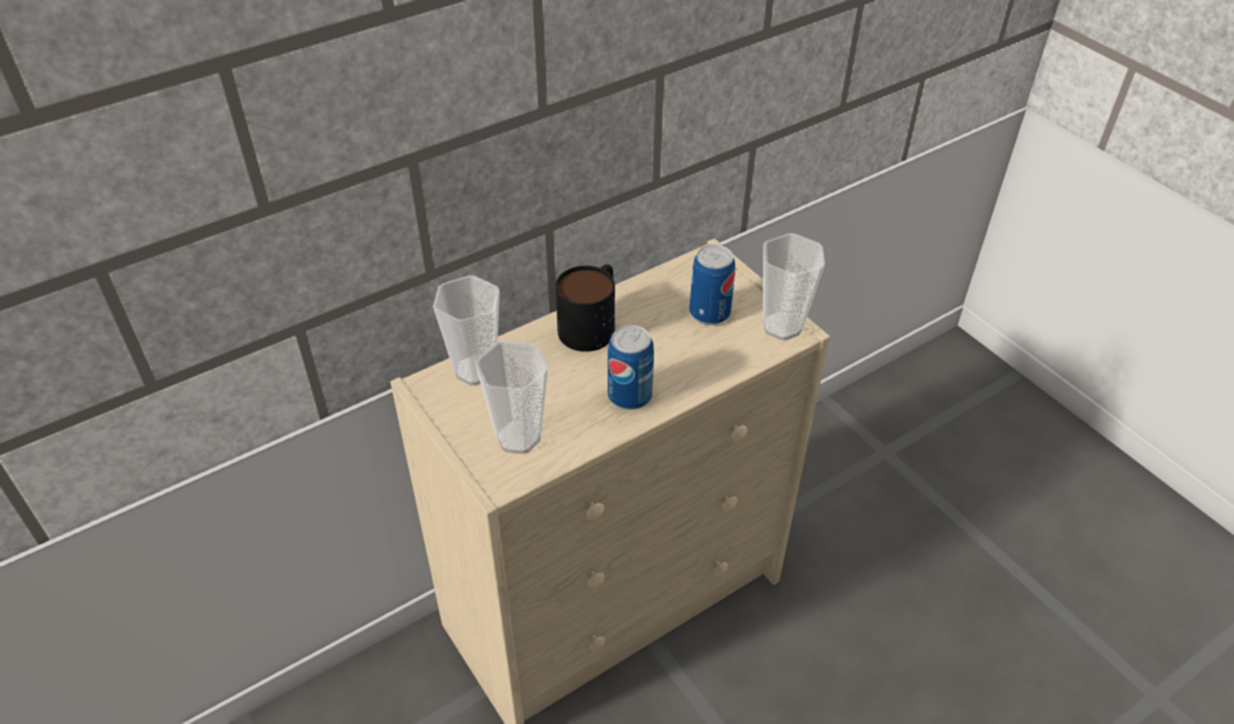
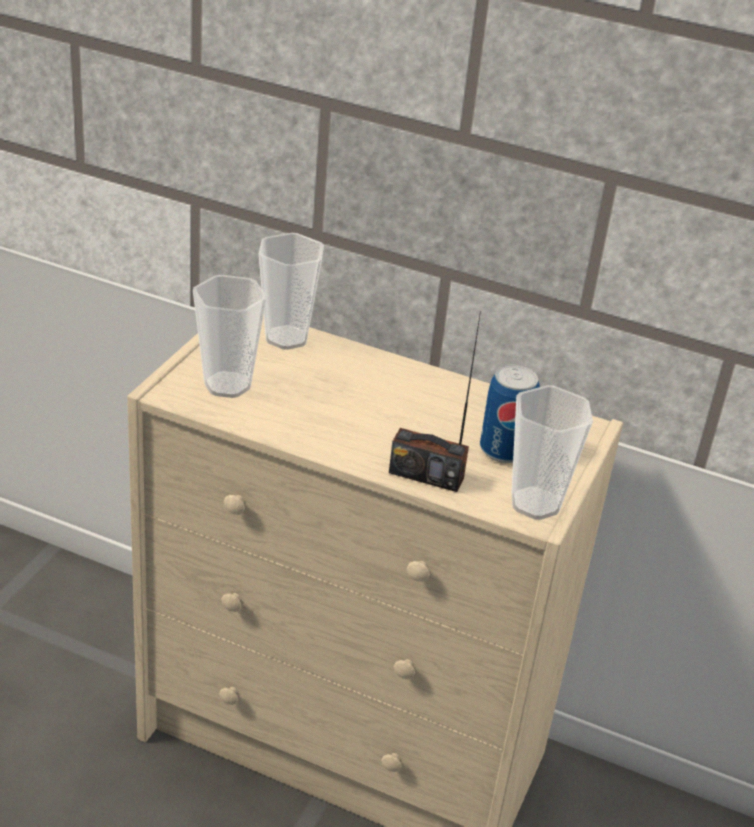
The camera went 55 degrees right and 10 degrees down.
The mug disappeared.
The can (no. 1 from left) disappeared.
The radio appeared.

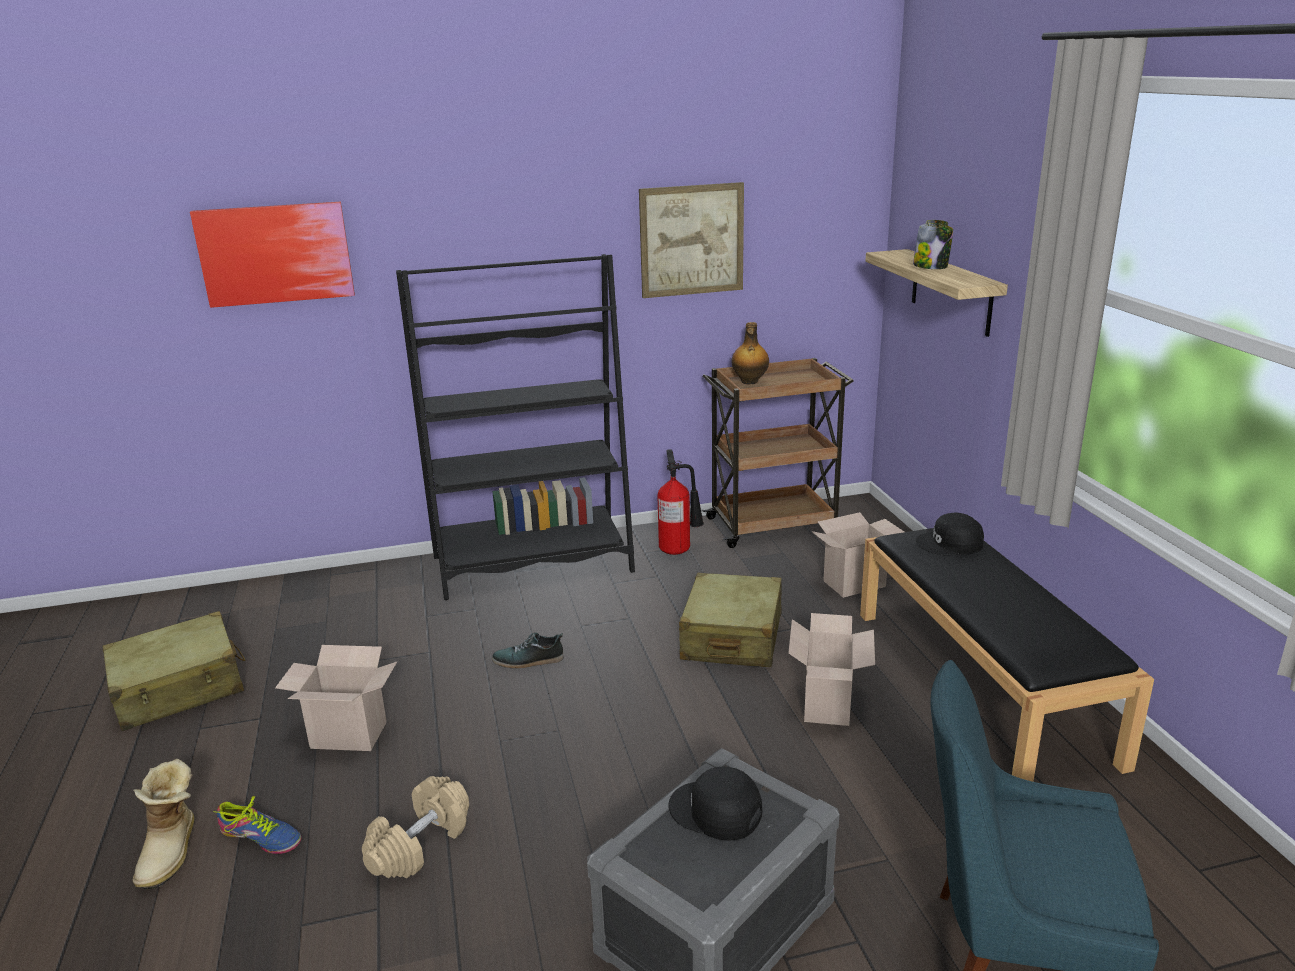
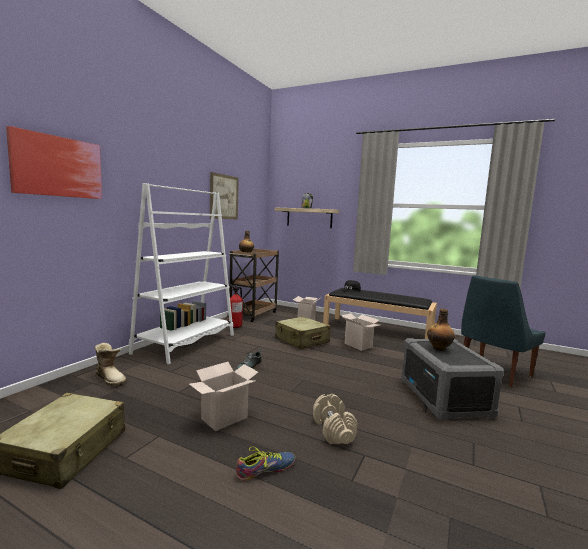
The camera went 50 degrees left and 15 degrees down.
The boot moved.
The cap (black) (no. 1 from left) was replaced by the bottle (no. 2 from left).
The bookcase (black) became the bookcase (white).

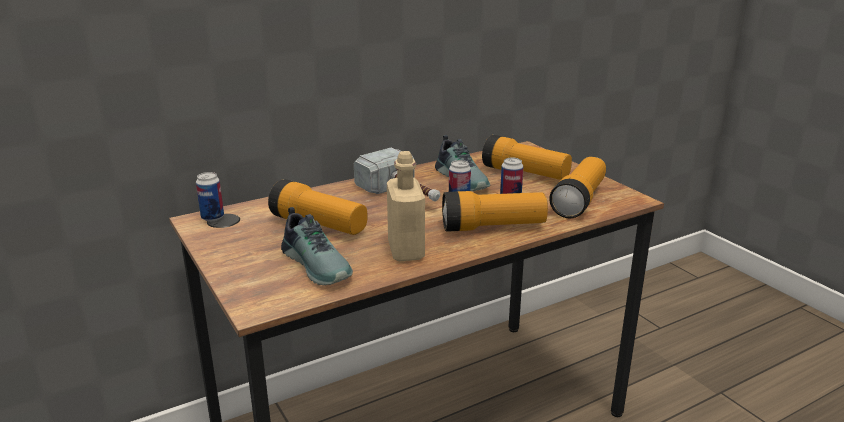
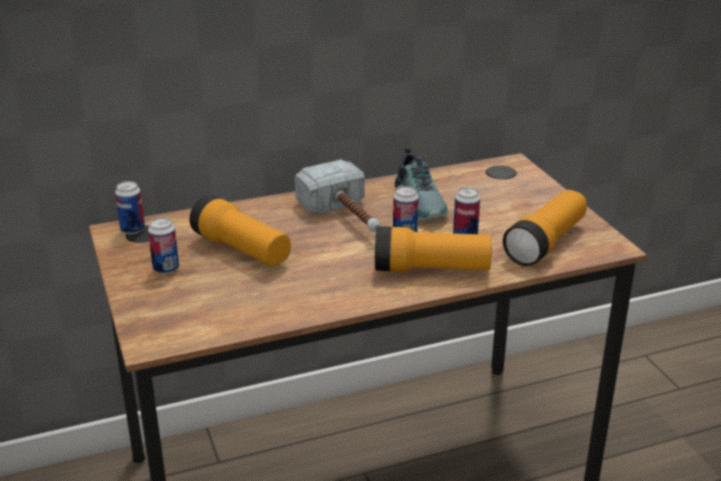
The camera went 10 degrees right and 5 degrees up.
The shoe (no. 1 from left) disappeared.
The bottle (beige) disappeared.
The flashlight (no. 3 from left) disappeared.
The can (no. 2 from left) appeared.

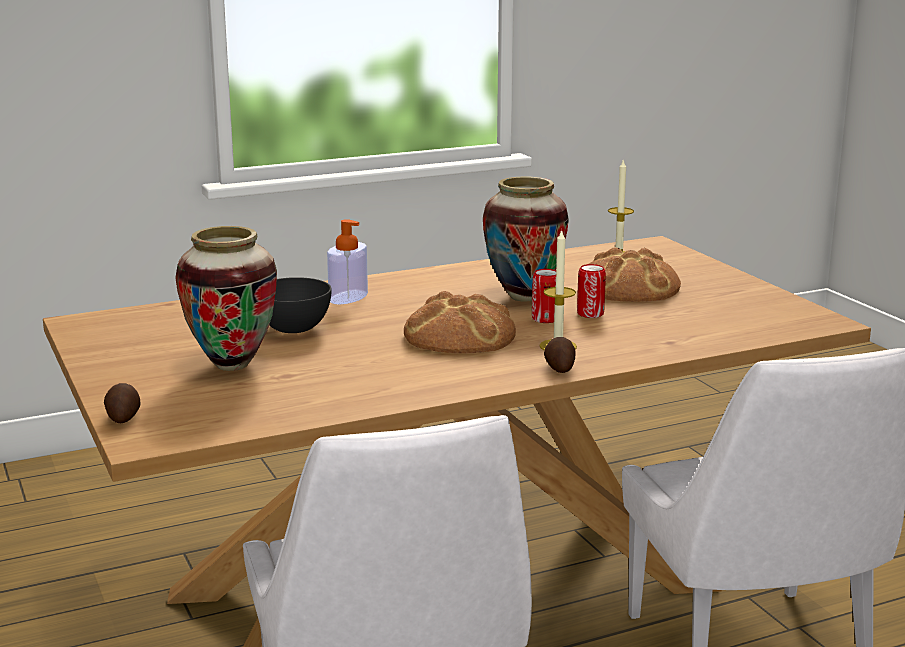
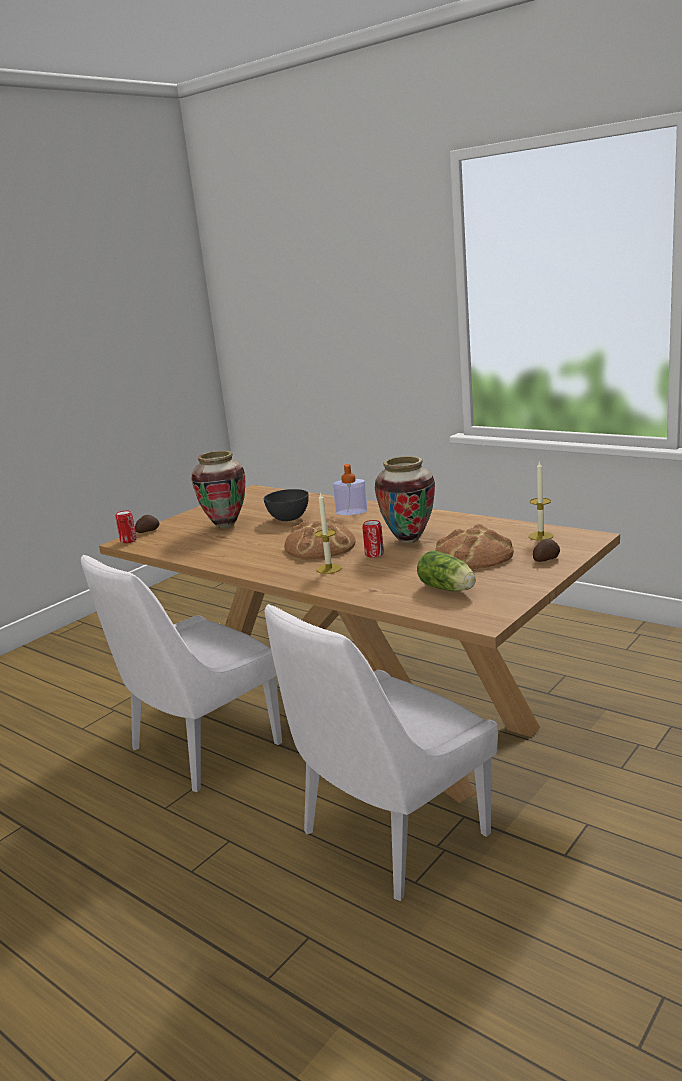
The camera went 65 degrees right and 0 degrees up.
The lettuce appeared.
The potato (no. 2 from left) moved.
The can (no. 2 from left in the first image) moved.

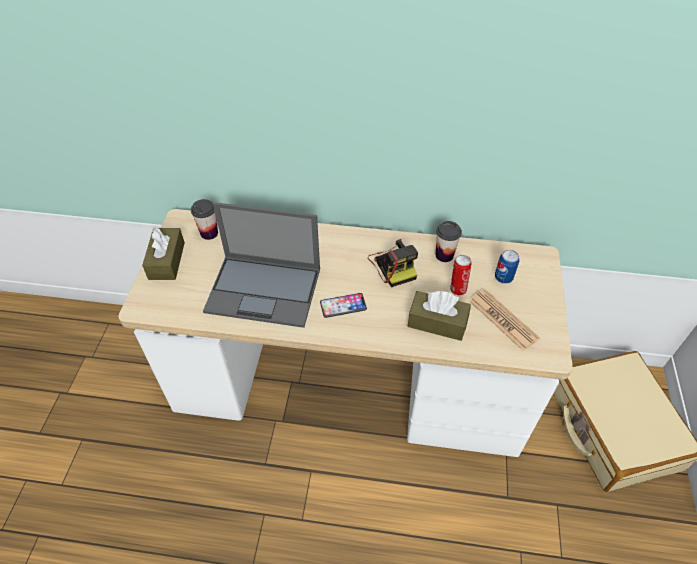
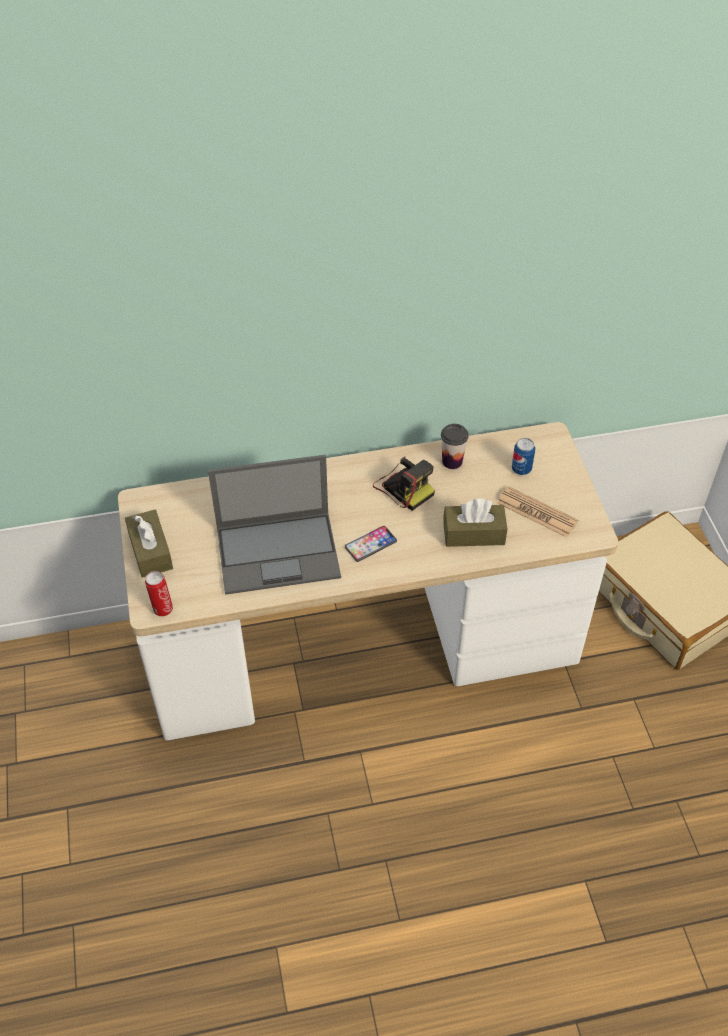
The camera went 20 degrees left and 0 degrees up.
The cup (no. 1 from left) disappeared.
The can (no. 1 from left) moved.

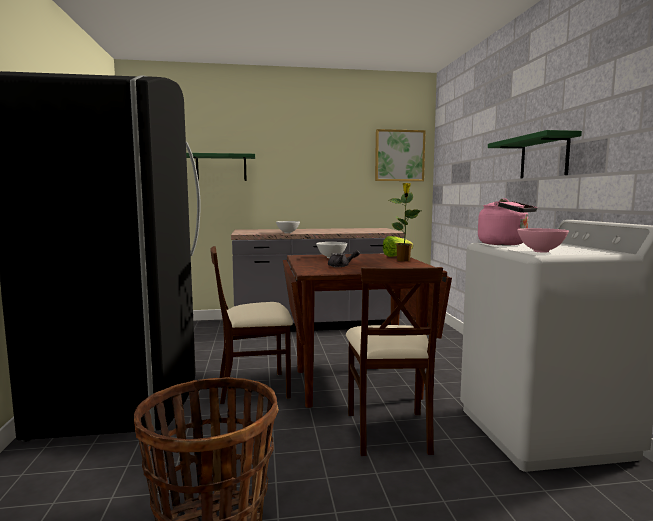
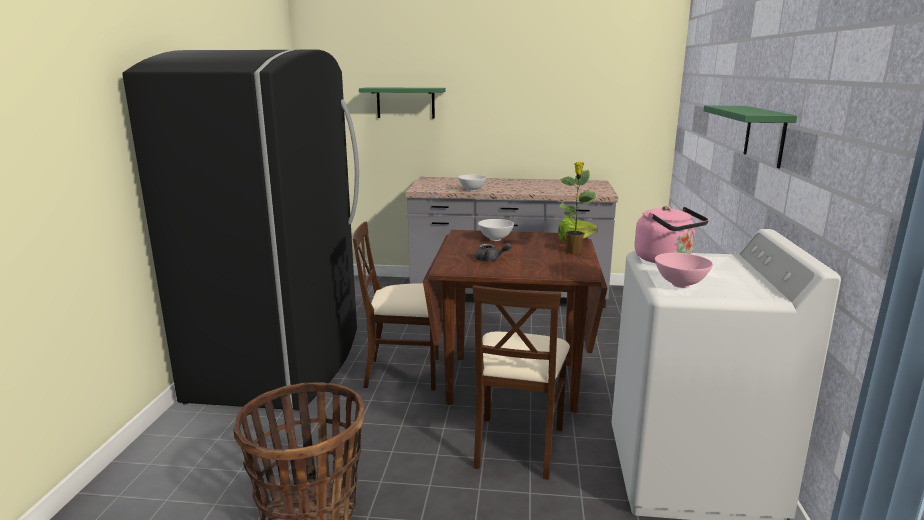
The camera went 15 degrees right and 10 degrees up.
The picture disappeared.

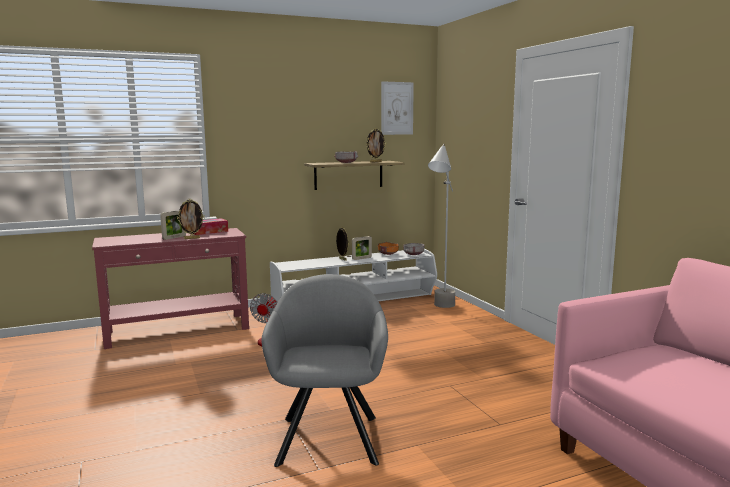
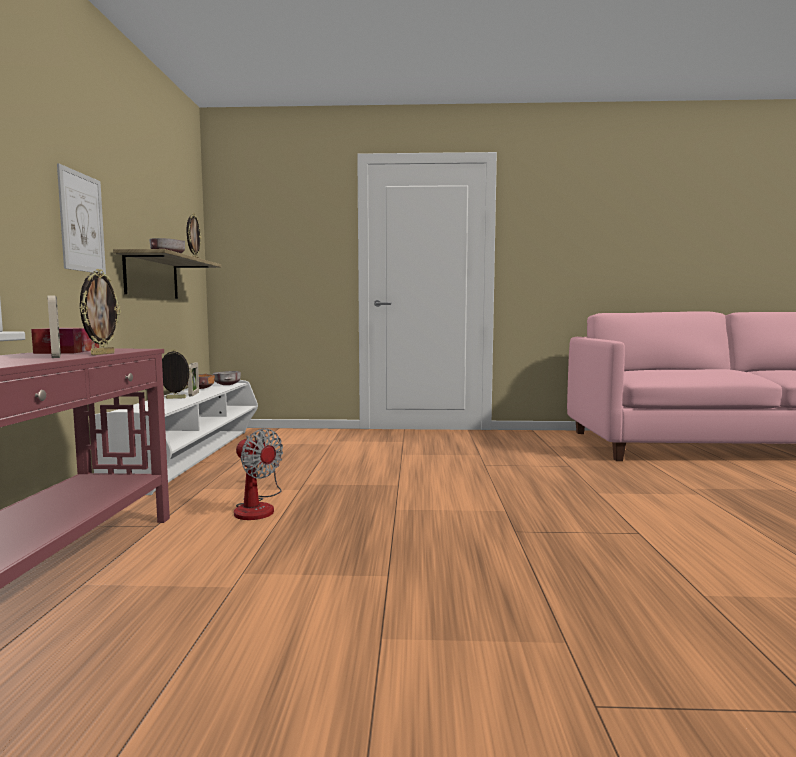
The camera went 65 degrees left and 5 degrees down.
The armchair (grey) disappeared.
The floor lamp (grey) disappeared.
The picture moved.

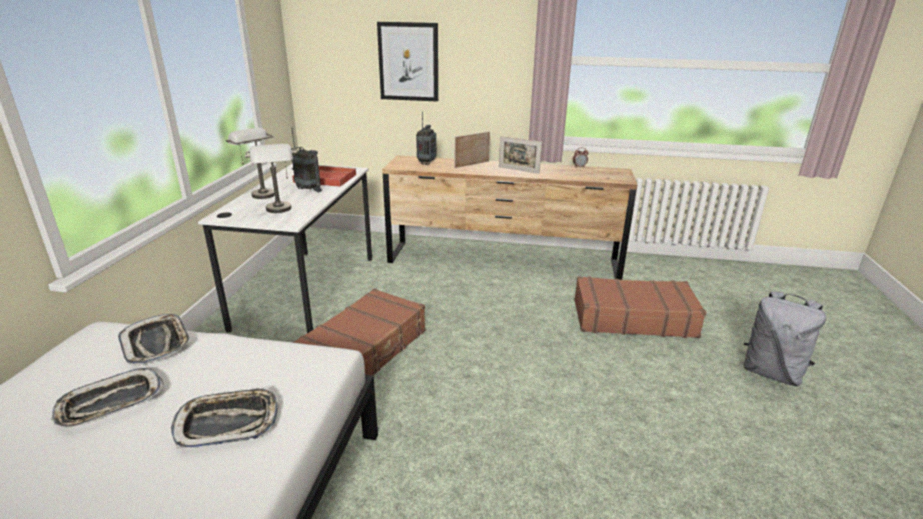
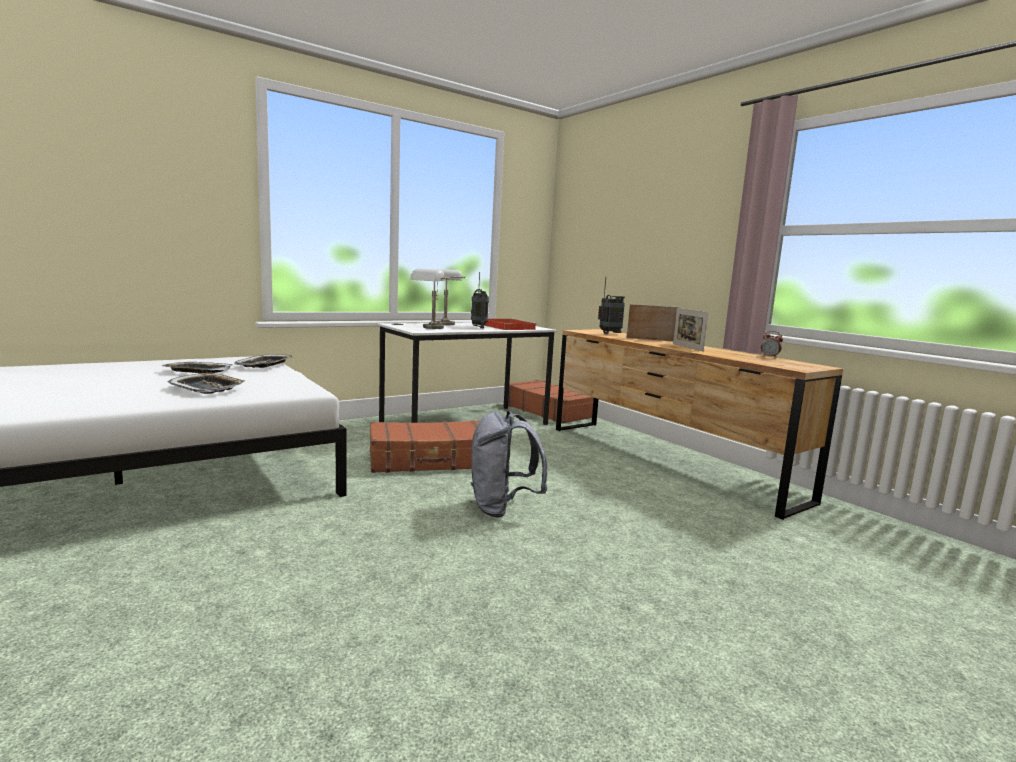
The camera went 45 degrees right and 15 degrees down.
The picture disappeared.
The suitcase (brown) (no. 2 from left) moved.
The backpack (grey) moved.

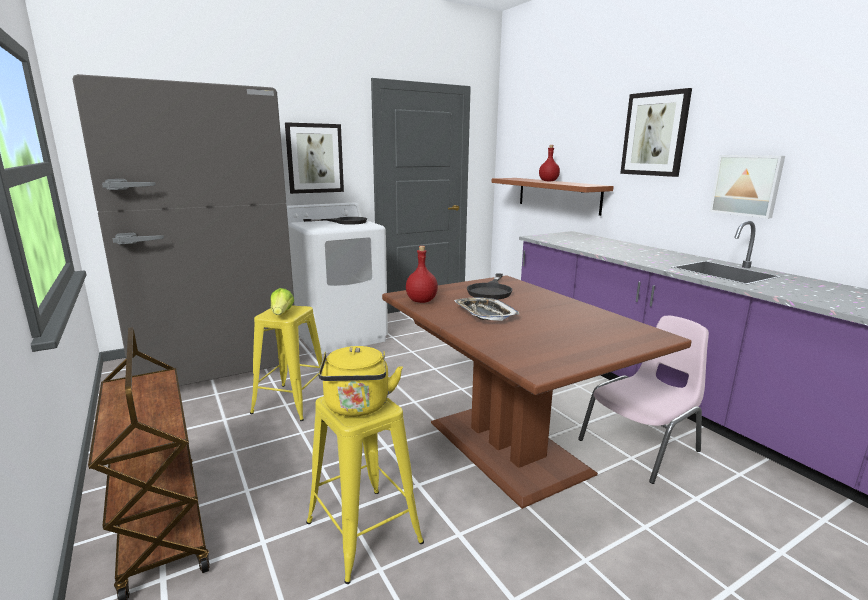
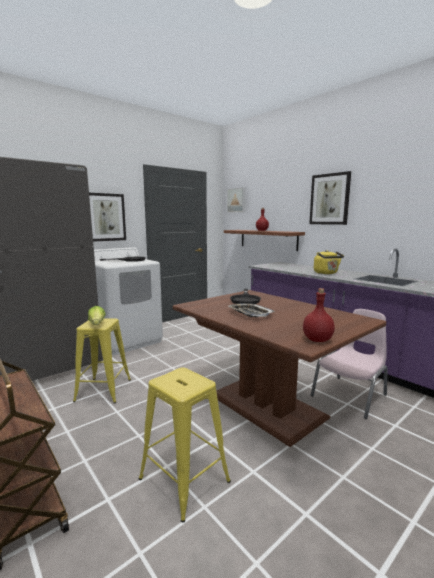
The camera went 10 degrees left and 5 degrees down.
The kettle (yellow) moved.
The bottle (red) (no. 1 from left in the first image) moved.
The picture (no. 3 from left in the first image) moved.

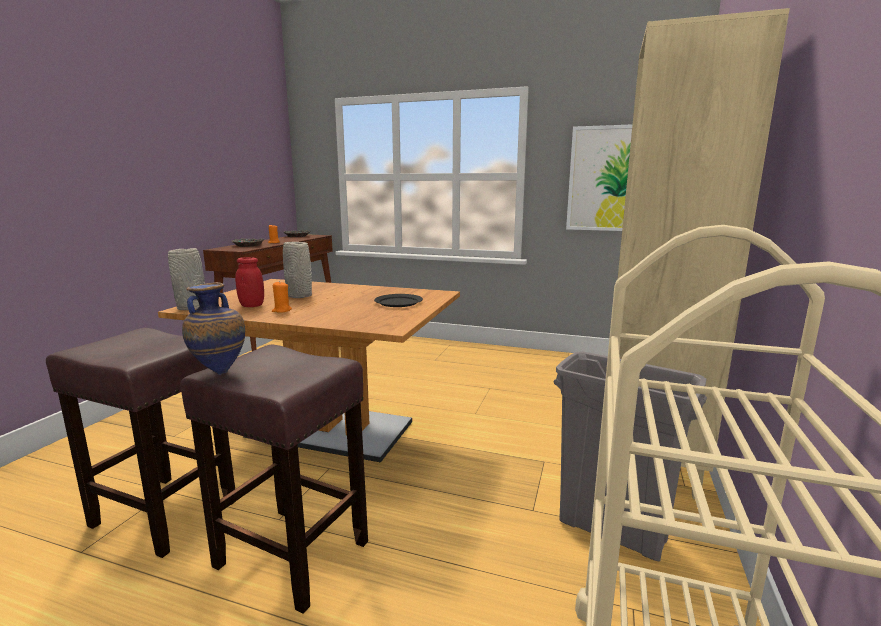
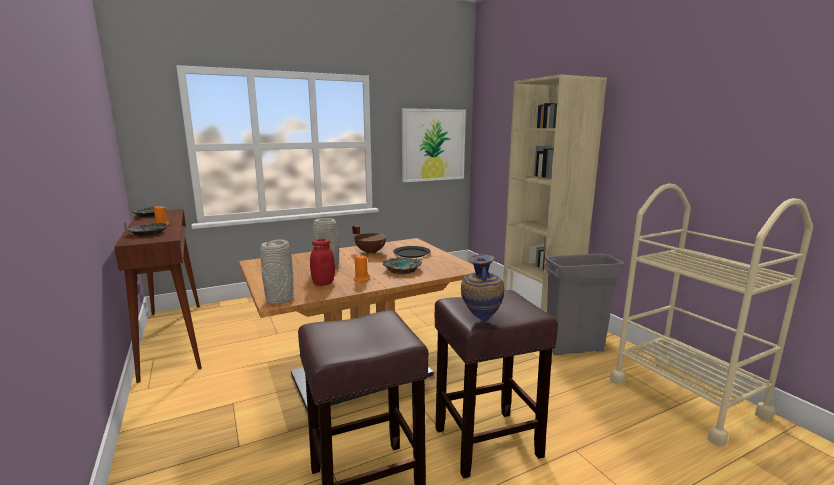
The camera went 45 degrees left and 0 degrees up.
The cooking pot (brown) appeared.
The bowl (no. 3 from left) appeared.

